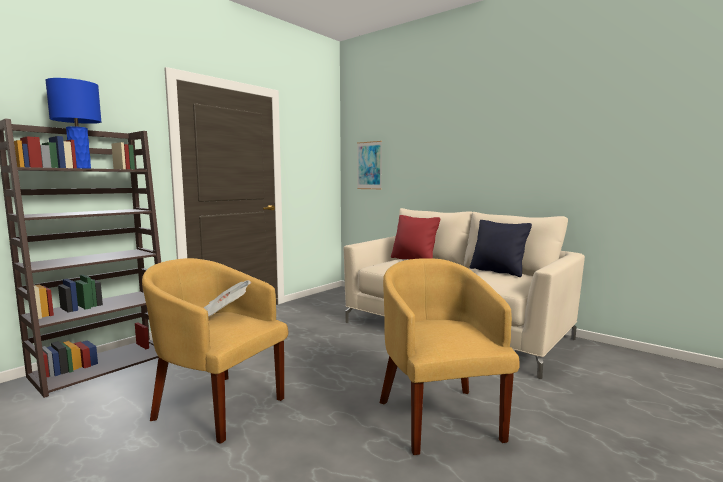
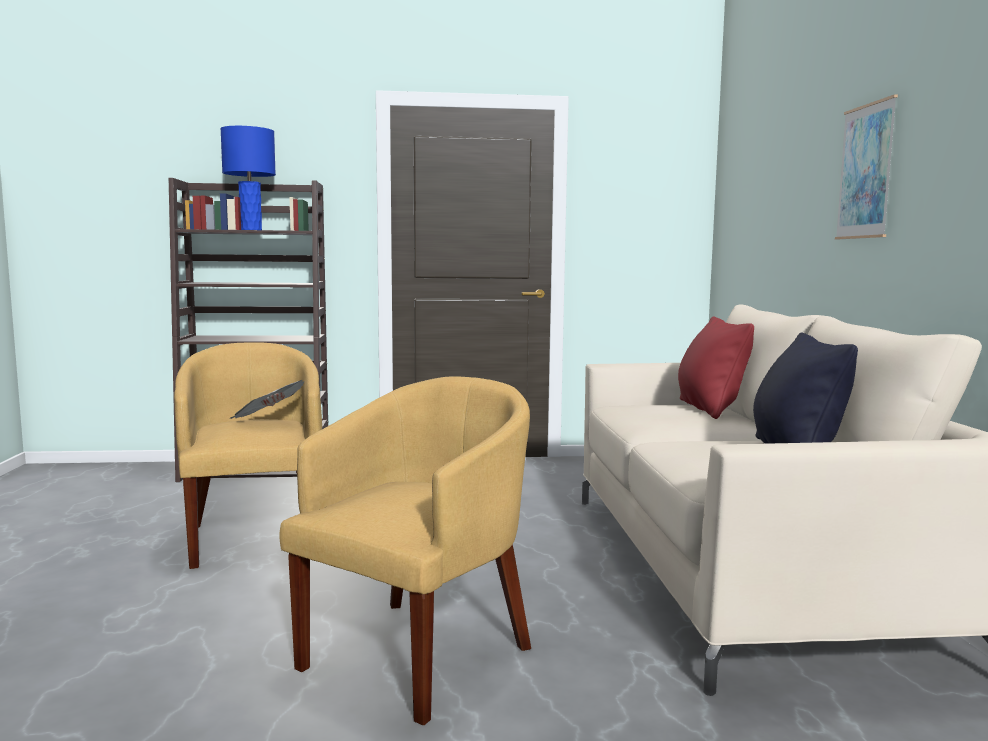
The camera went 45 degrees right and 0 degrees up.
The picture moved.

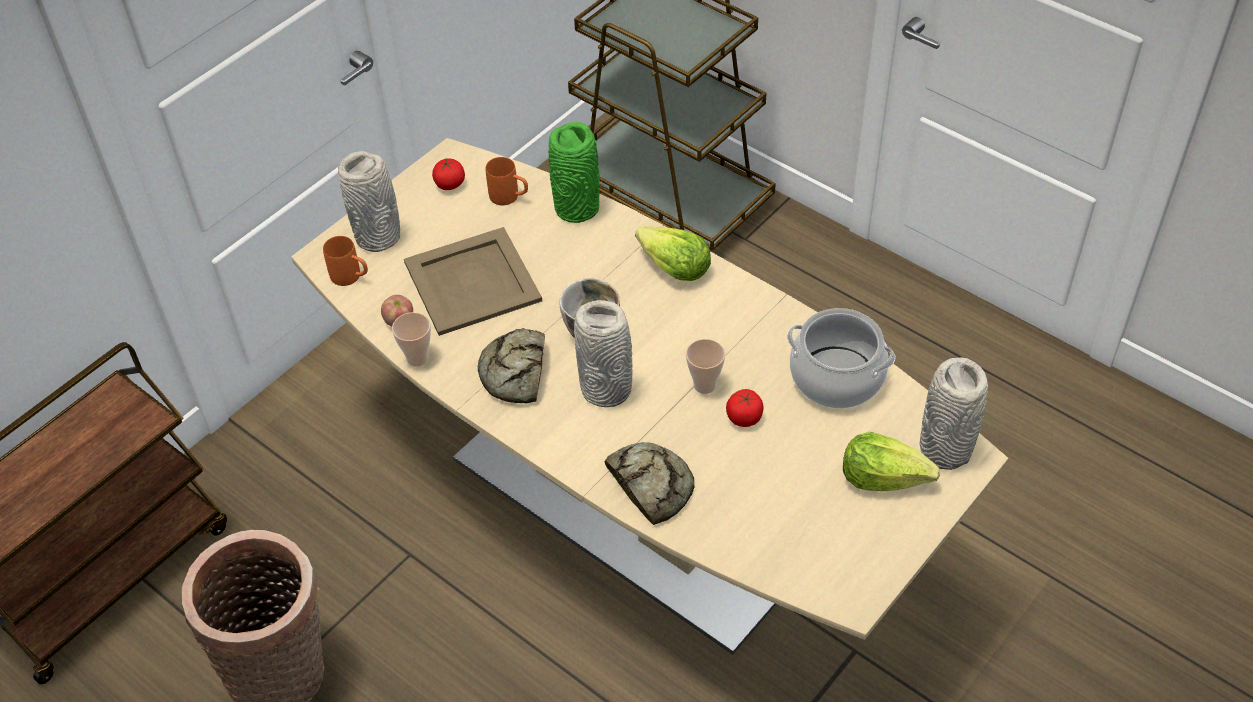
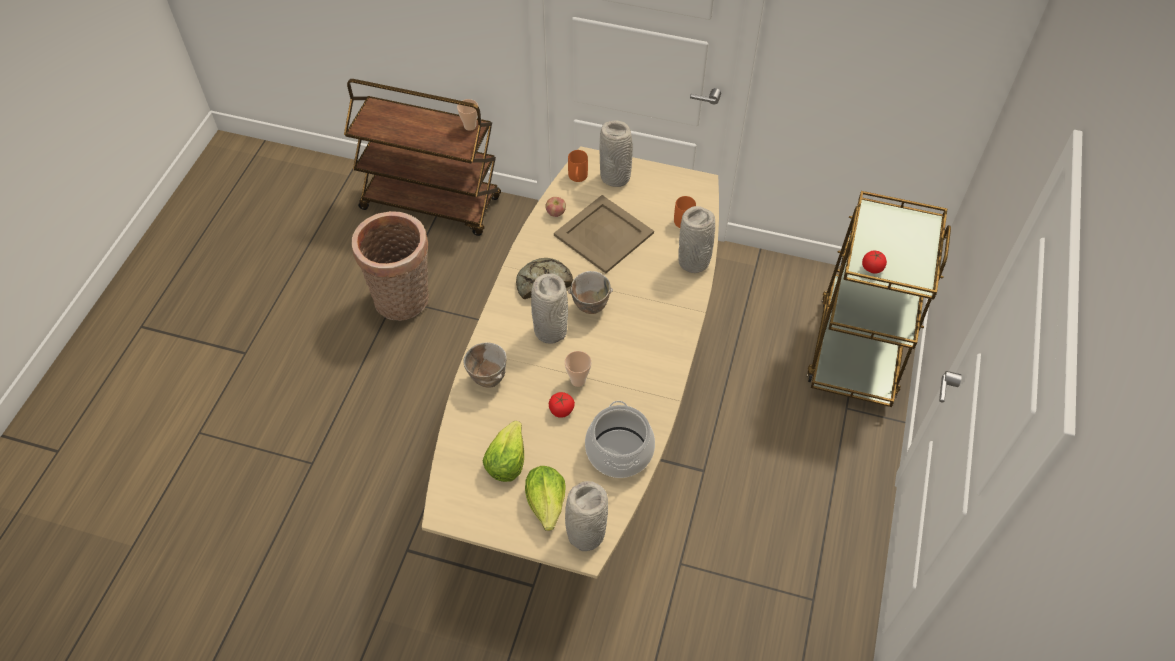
The camera went 65 degrees right and 5 degrees up.
The cup (no. 1 from left) moved.
The tomato (no. 1 from left in the first image) moved.
The lettuce (no. 1 from left) moved.
The bread (no. 2 from left) was replaced by the bowl (no. 1 from left).
The vase (green) became the vase (grey) (no. 4 from left).

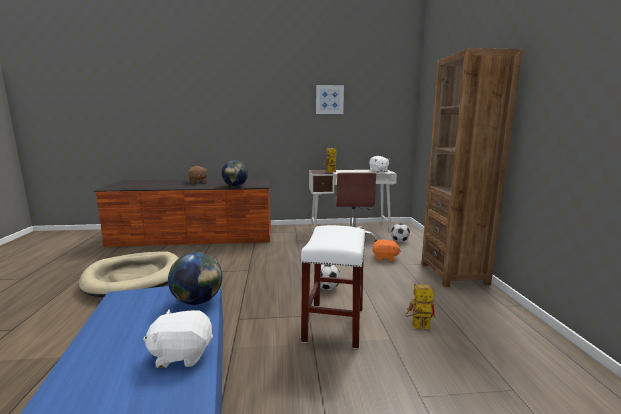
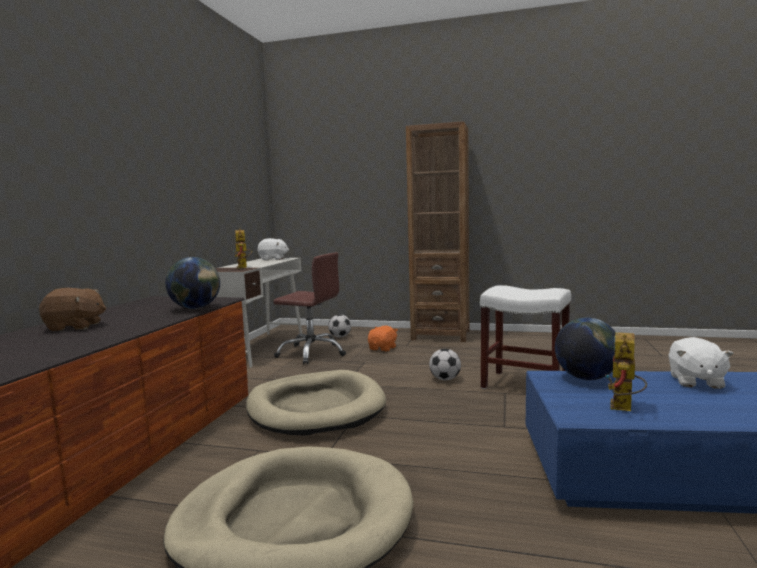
The camera went 70 degrees left and 5 degrees down.
The picture disappeared.
The dog bed (beige) (no. 2 from left) appeared.
The toy robot (no. 2 from left) moved.

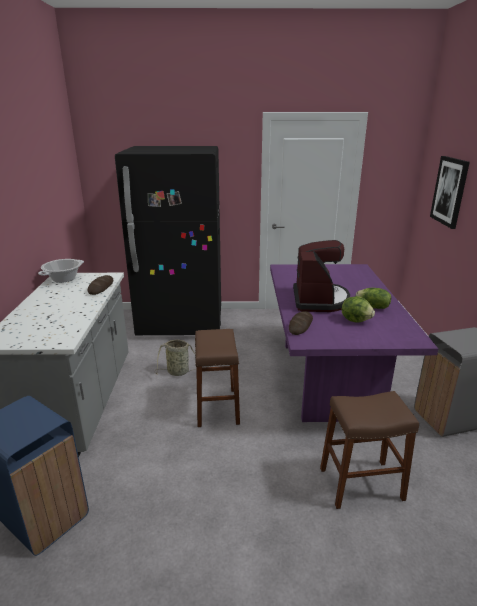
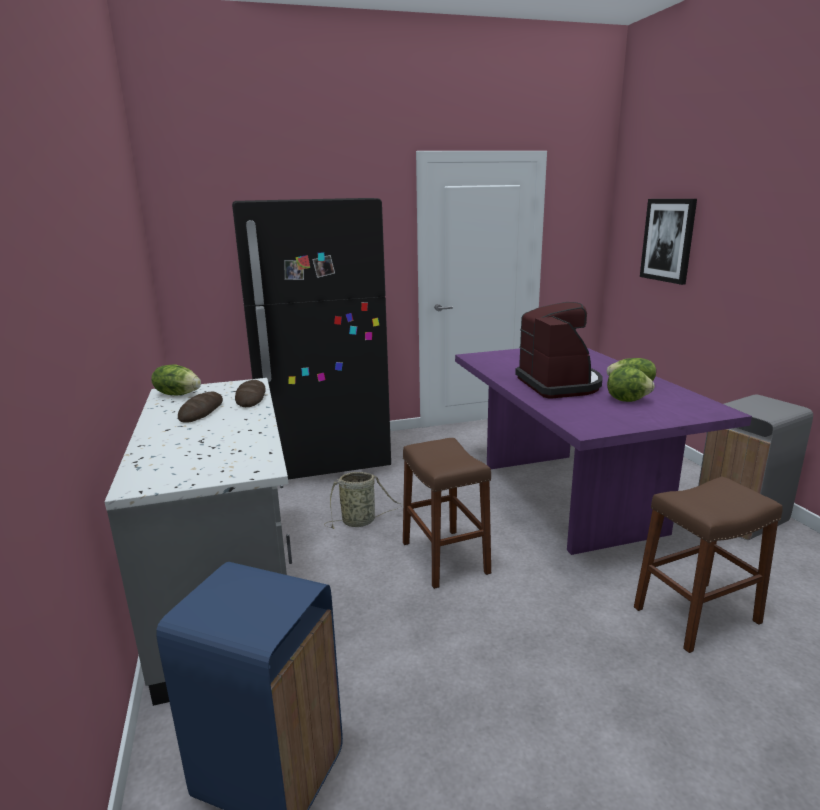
The camera went 15 degrees left and 5 degrees down.
The bread (no. 2 from left in the first image) moved.
The cooking pot was replaced by the lettuce (no. 1 from left).

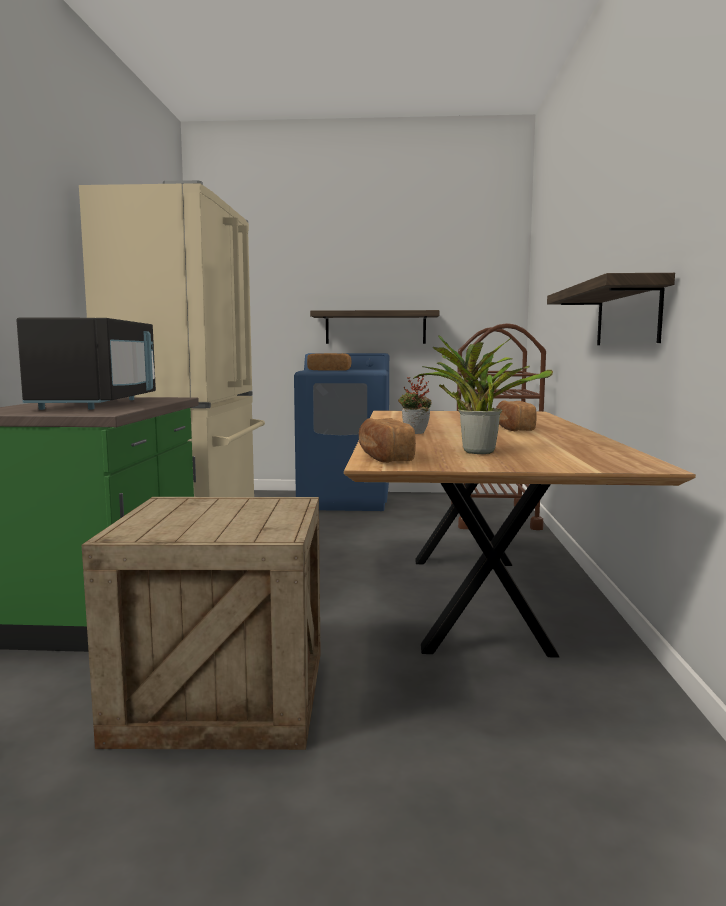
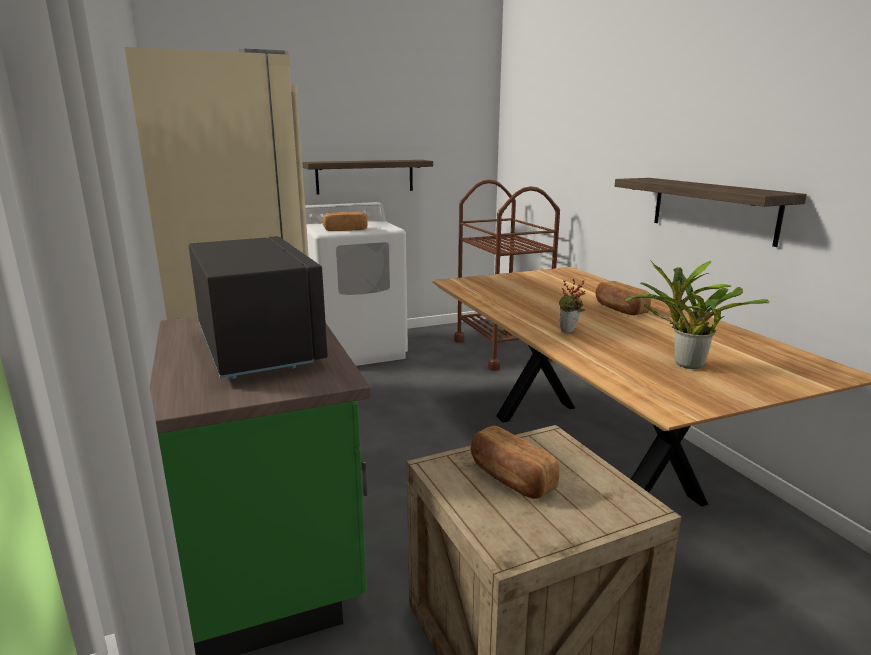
The camera went 25 degrees left and 10 degrees up.
The bread (no. 2 from left) moved.
The washing machine (blue) became the washing machine (white).

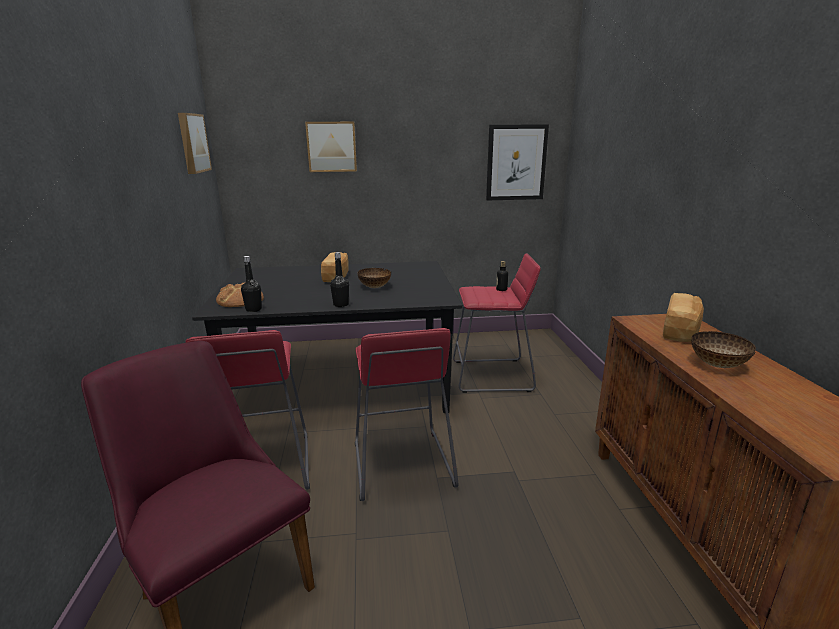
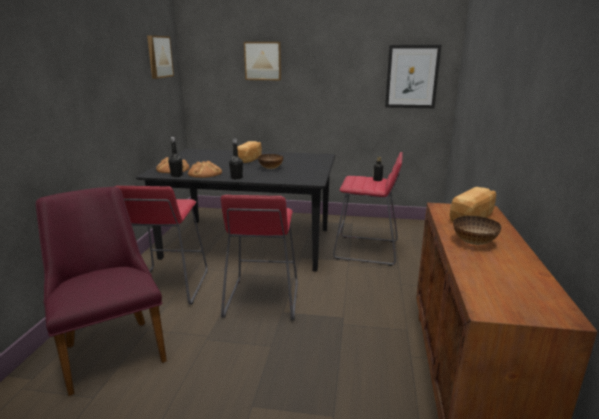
The camera went 15 degrees right and 0 degrees up.
The bread (no. 2 from left) appeared.

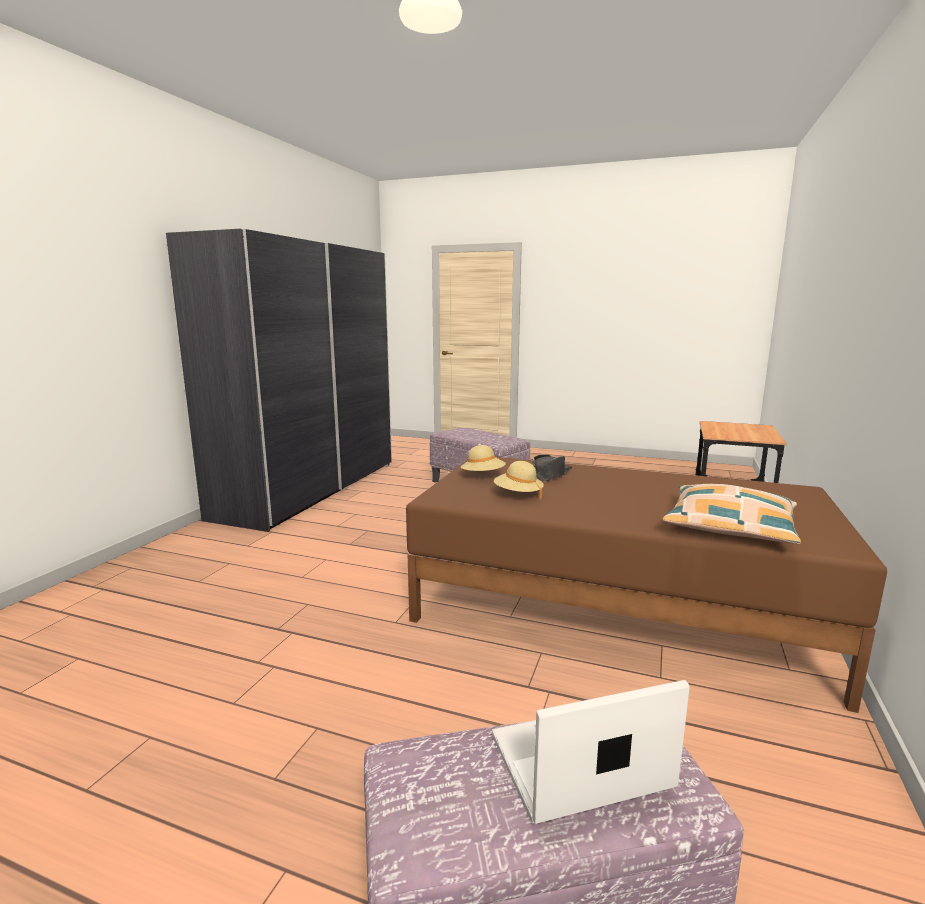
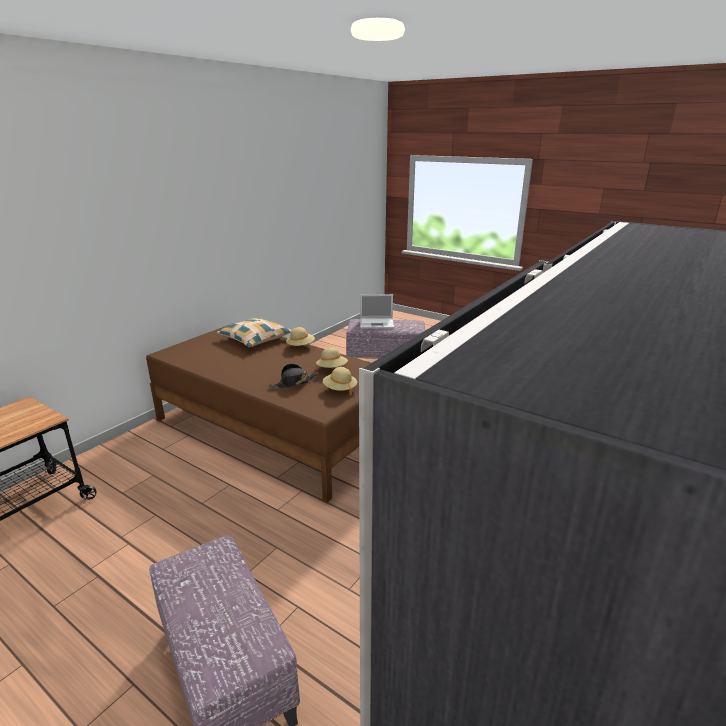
The camera went 165 degrees left and 10 degrees up.
The hat (beige) (no. 1 from left) appeared.

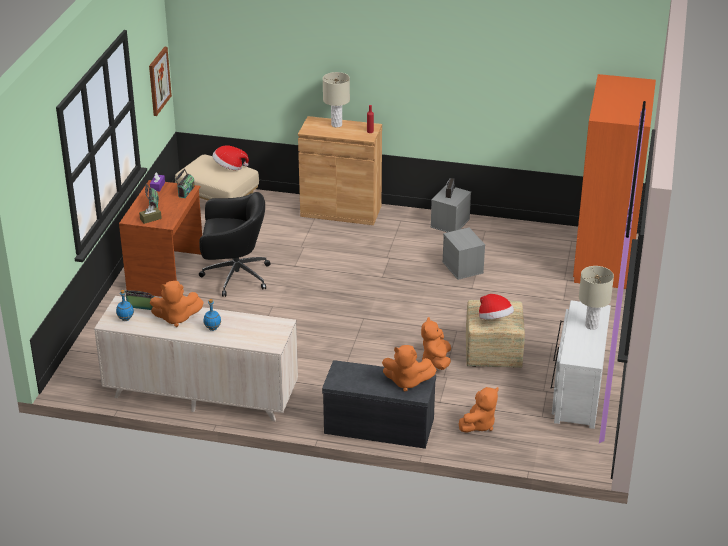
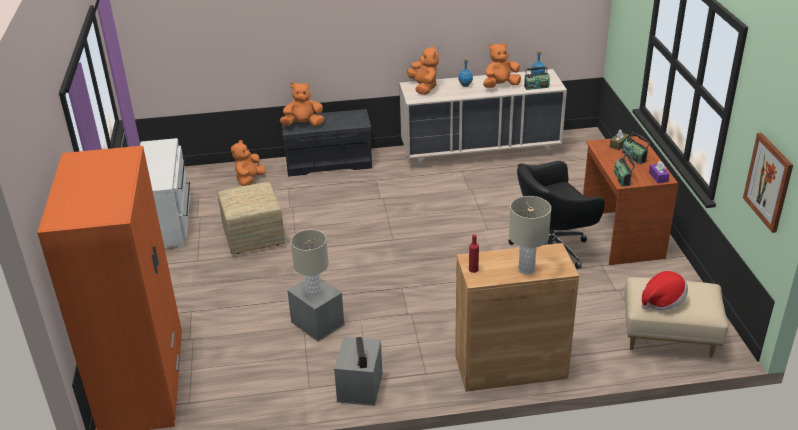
The camera went 160 degrees right and 0 degrees up.
The hat (no. 2 from left) disappeared.
The plush toy (orange) (no. 3 from left) moved.
The table lamp (beige) (no. 2 from left in the first image) moved.

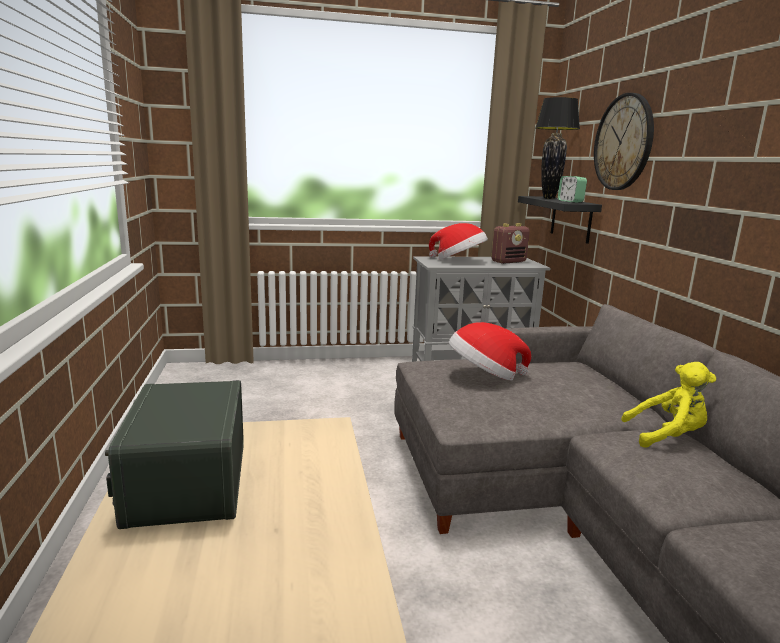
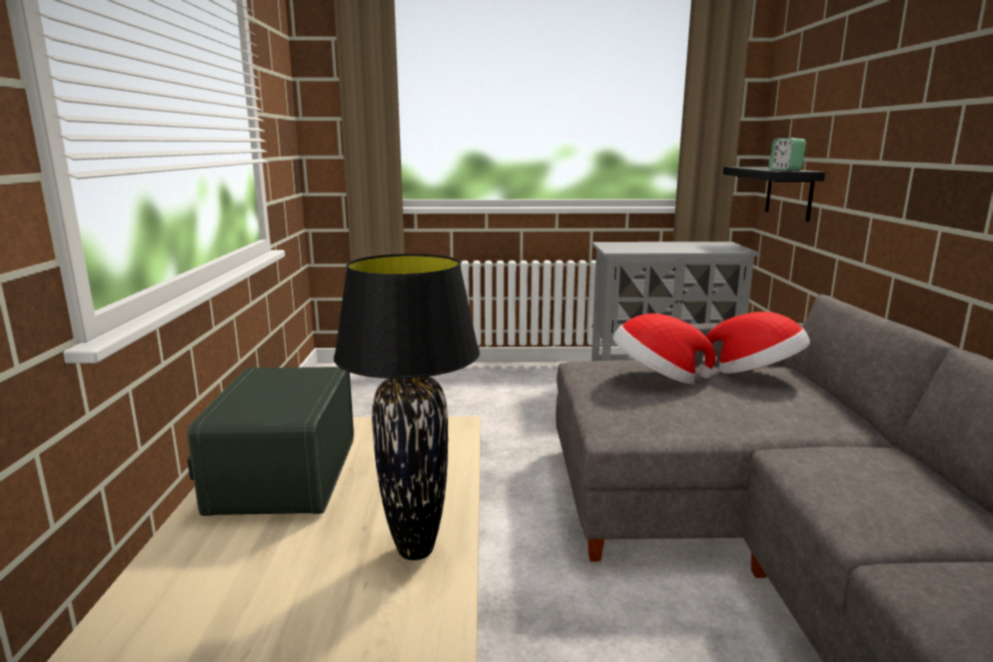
The camera went 10 degrees right and 0 degrees up.
The radio (no. 2 from left) disappeared.
The wall clock disappeared.
The plush toy (yellow) disappeared.
The hat (no. 1 from left in the first image) moved.
The table lamp (black) moved.

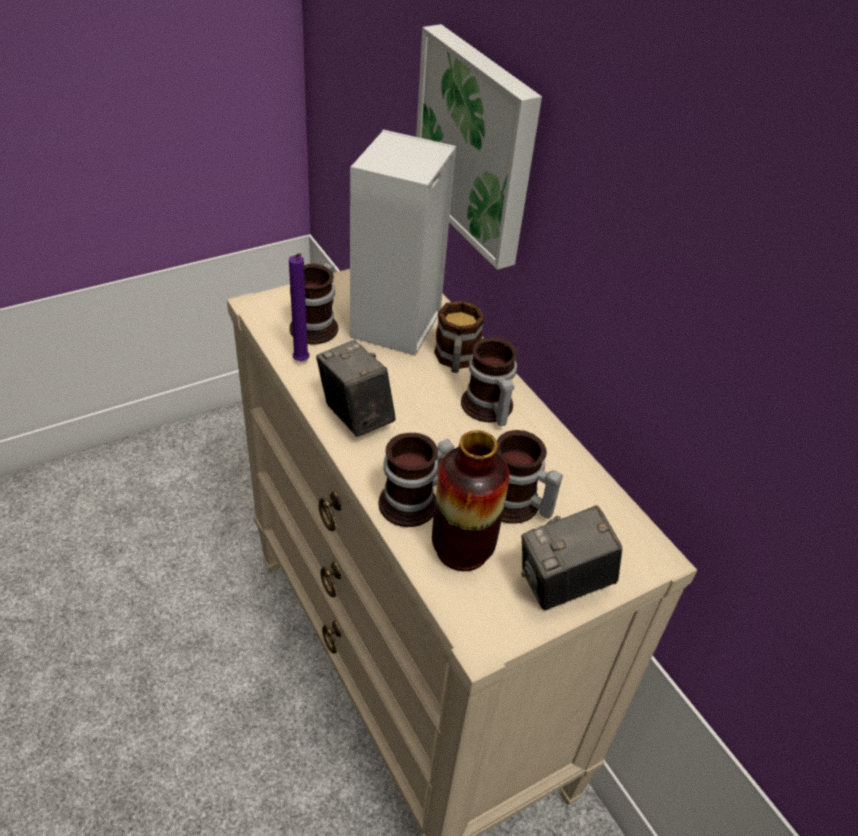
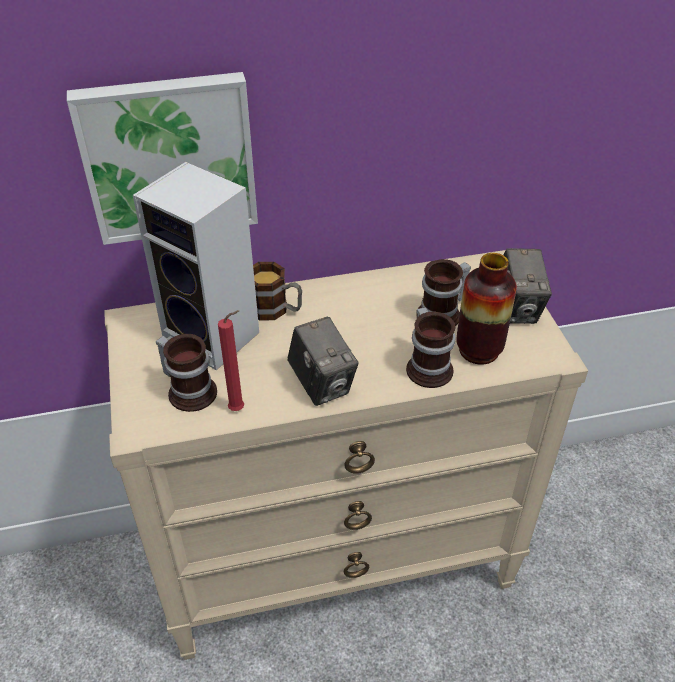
The camera went 70 degrees left and 0 degrees up.
The mug (no. 4 from left) disappeared.
The candle (purple) became the candle (red).
The photo camera (no. 1 from left) turned 105 degrees counterclockwise.

